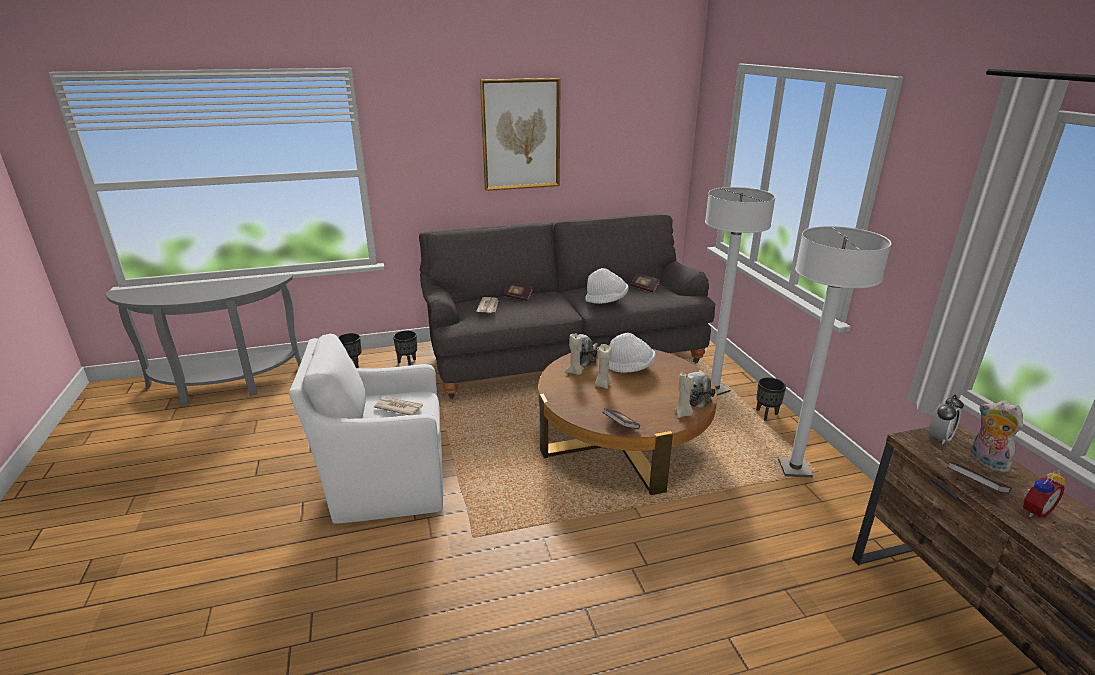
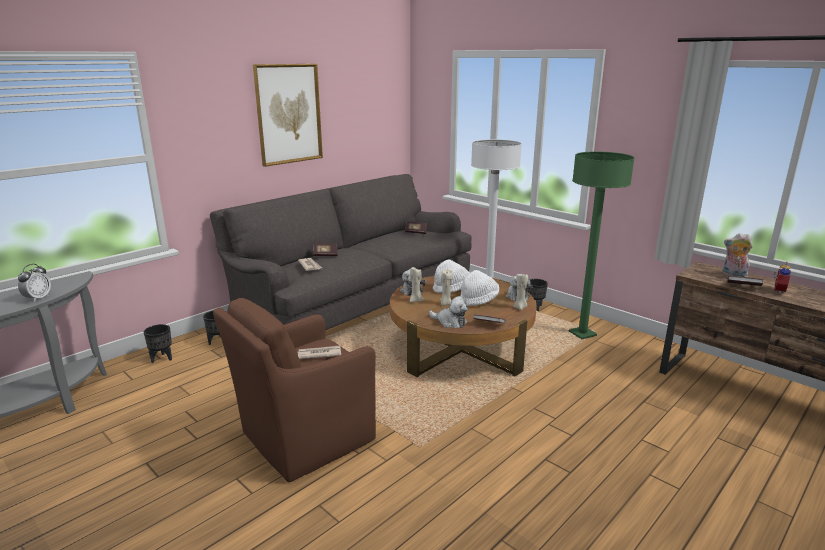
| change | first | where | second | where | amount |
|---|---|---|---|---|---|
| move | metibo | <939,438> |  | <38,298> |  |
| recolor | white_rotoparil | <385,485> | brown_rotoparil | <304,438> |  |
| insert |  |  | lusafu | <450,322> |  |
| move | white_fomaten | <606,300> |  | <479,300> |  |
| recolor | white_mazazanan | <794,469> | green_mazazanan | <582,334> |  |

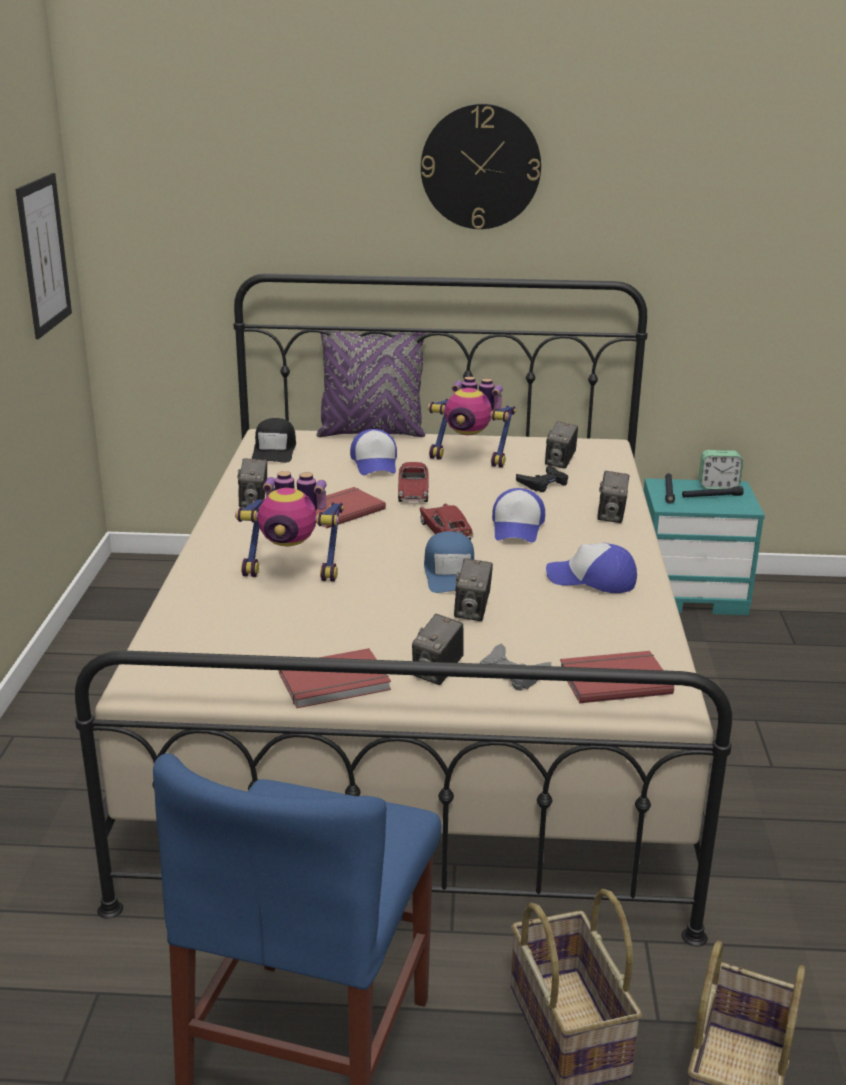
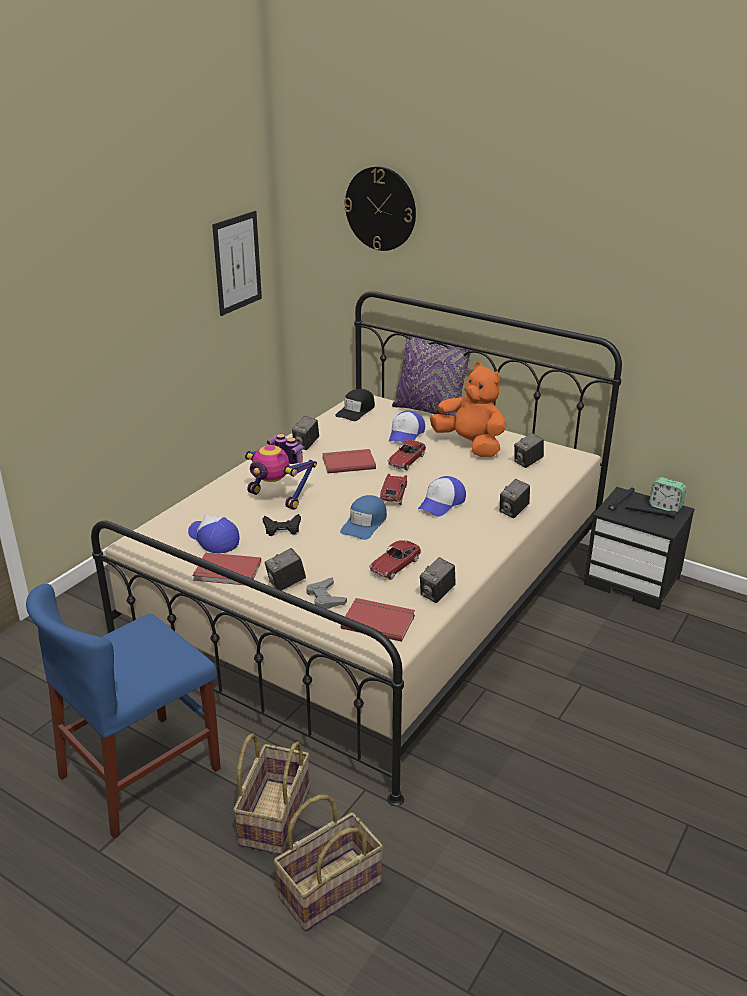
| change | first | where | second | where | amount |
|---|---|---|---|---|---|
| move | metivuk | <592,580> |  | <213,539> |  |
| move | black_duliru | <543,483> |  | <282,528> |  |
| move | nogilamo | <480,167> |  | <380,208> |  |
| insert |  |  | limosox | <395,566> |  |
| move | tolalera | <472,611> |  | <437,594> |  |
| replace | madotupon | <470,458> | orange_lusafu | <470,445> |  |
| recolor | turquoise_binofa | <692,593> | black_binofa | <633,581> |  |

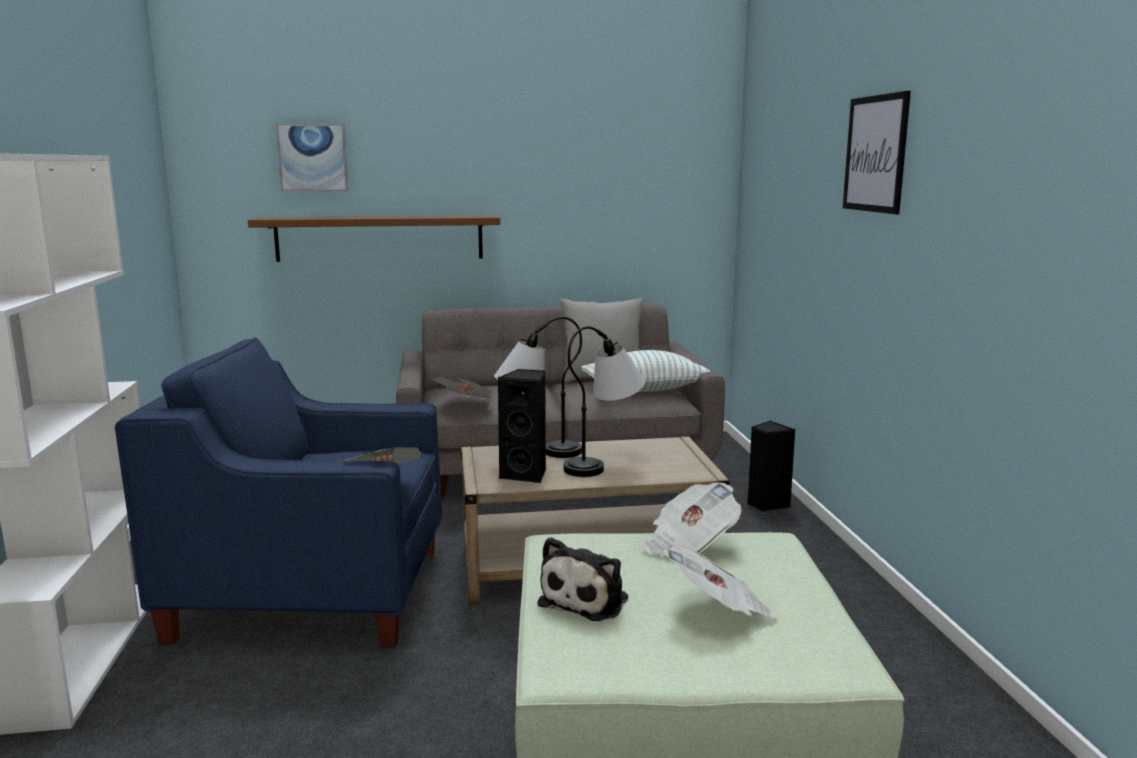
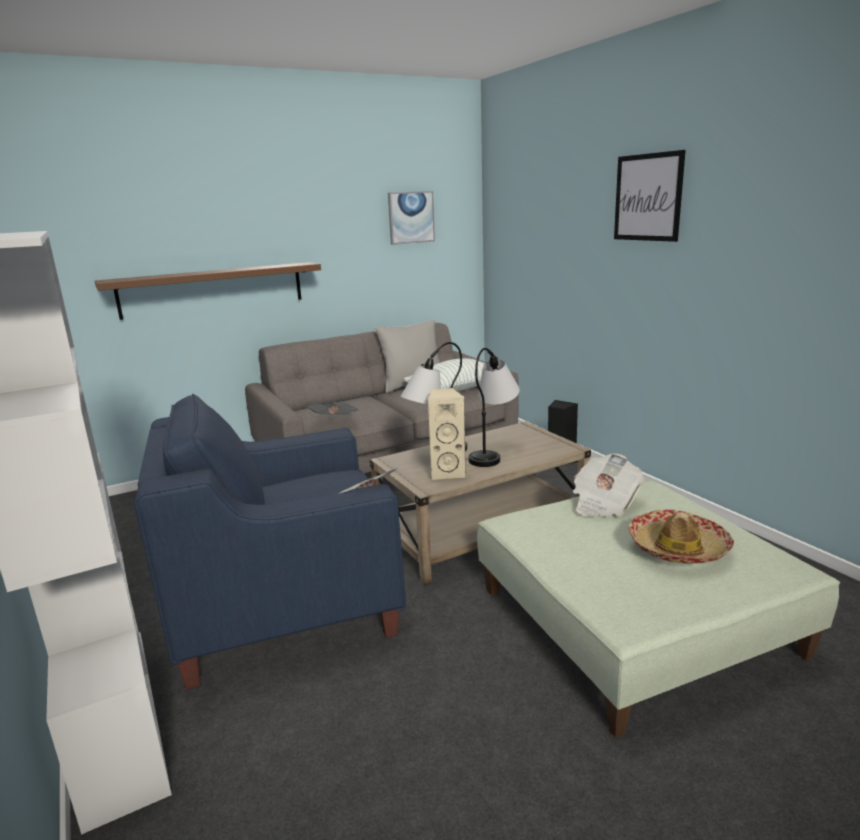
| change | first | where | second | where | amount |
|---|---|---|---|---|---|
| move | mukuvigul | <313,158> |  | <411,217> |  |
| recolor | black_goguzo | <526,474> | beige_goguzo | <447,472> |  |
| replace | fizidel | <718,609> | fomaten | <678,548> |  |
| delete | lusafu | <587,600> |  |  |  |

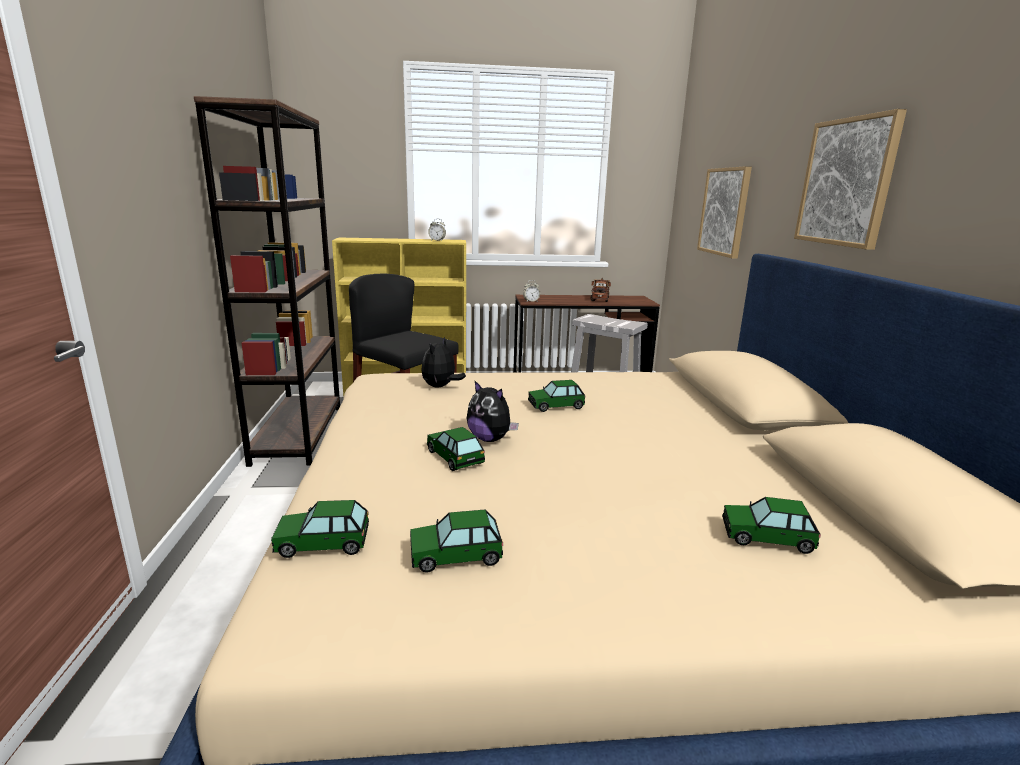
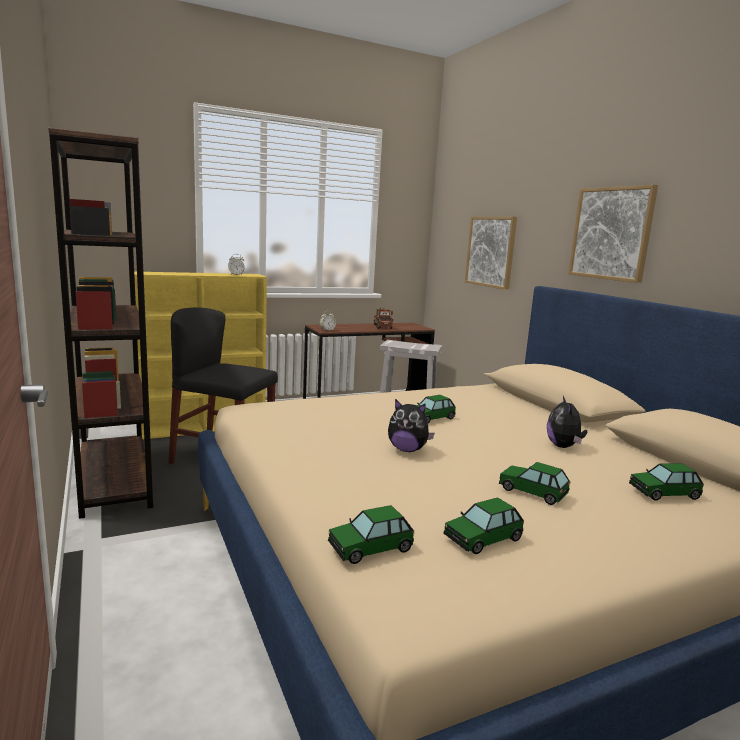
| change | first | where | second | where | amount |
|---|---|---|---|---|---|
| move | limosox | <455,457> |  | <532,491> |  |
| move | lusafu | <440,387> |  | <563,446> |  |

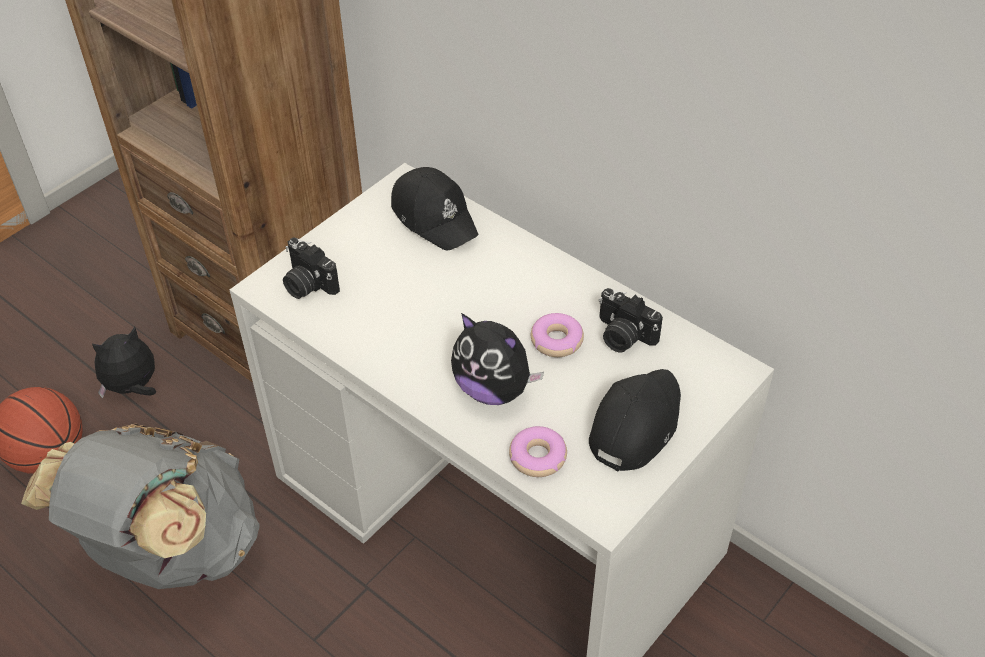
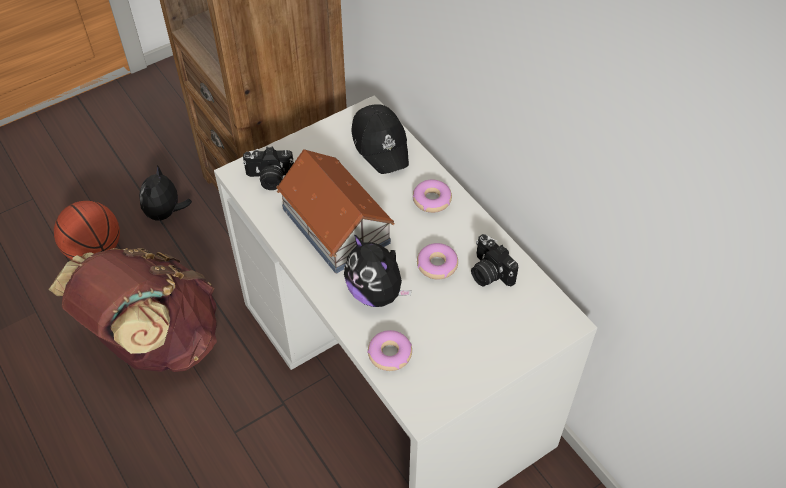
| change | first | where | second | where | amount |
|---|---|---|---|---|---|
| recolor | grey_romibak | <171,552> | brown_romibak | <156,342> |  |
| rotate | lusafu | <133,387> |  | <166,213> | 60 degrees counterclockwise |
| rotate | tolalera | <307,284> |  | <270,178> | 60 degrees counterclockwise |
| insert |  |  | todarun | <335,224> |  |
| insert |  |  | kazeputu | <431,200> |  |
| delete | black_metivuk | <634,424> |  |  |  |

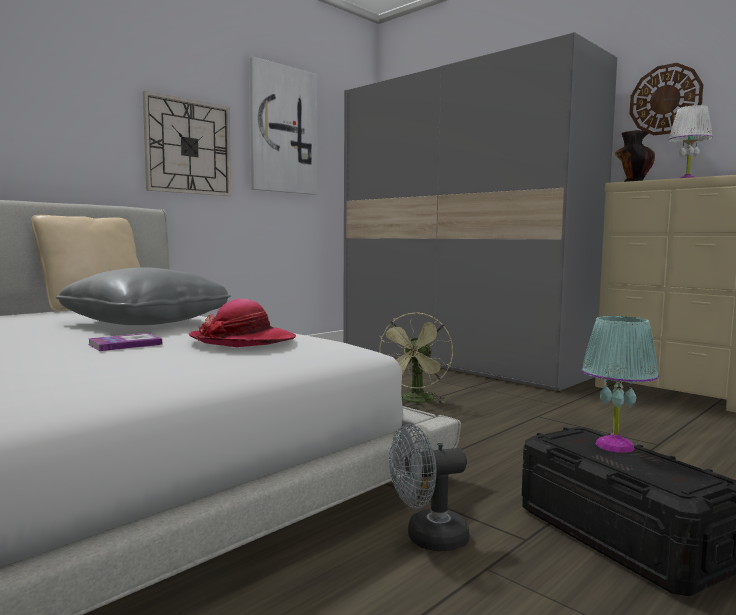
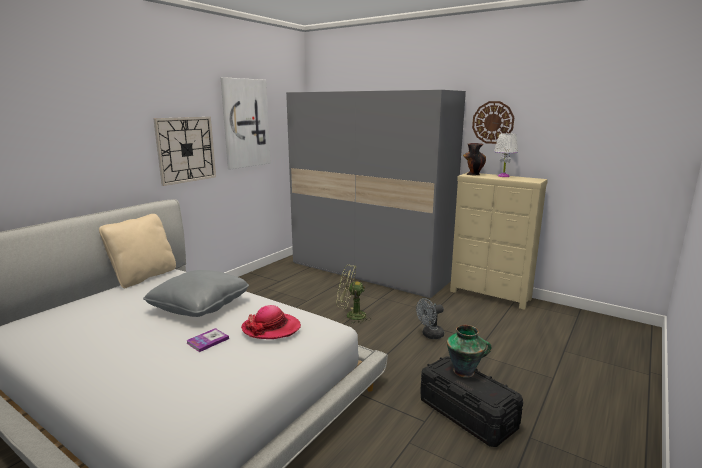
| change | first | where | second | where | amount |
|---|---|---|---|---|---|
| rotate | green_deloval | <416,401> |  | <351,316> | 90 degrees clockwise |
| move | grey_deloval | <428,539> |  | <430,335> |  |
| replace | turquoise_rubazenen | <615,446> | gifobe | <465,371> |  |

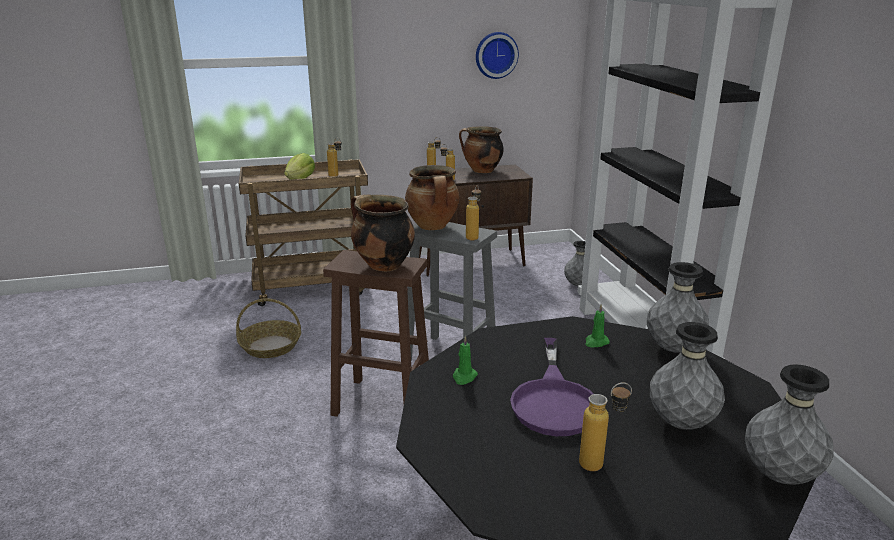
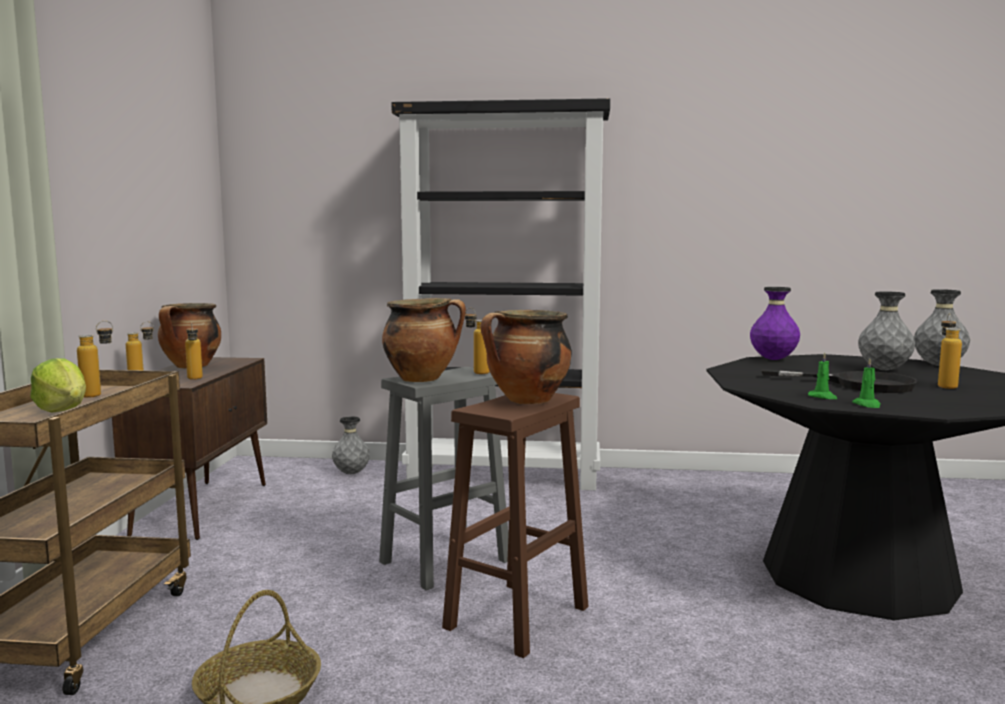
| change | first | where | second | where | amount |
|---|---|---|---|---|---|
| recolor | grey_gifobe | <673,349> | purple_gifobe | <773,359> |  |
| recolor | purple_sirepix | <554,400> | black_sirepix | <858,384> |  |
| move | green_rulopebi | <596,342> |  | <867,405> |  |
| delete | nogilamo | <495,55> |  |  |  |

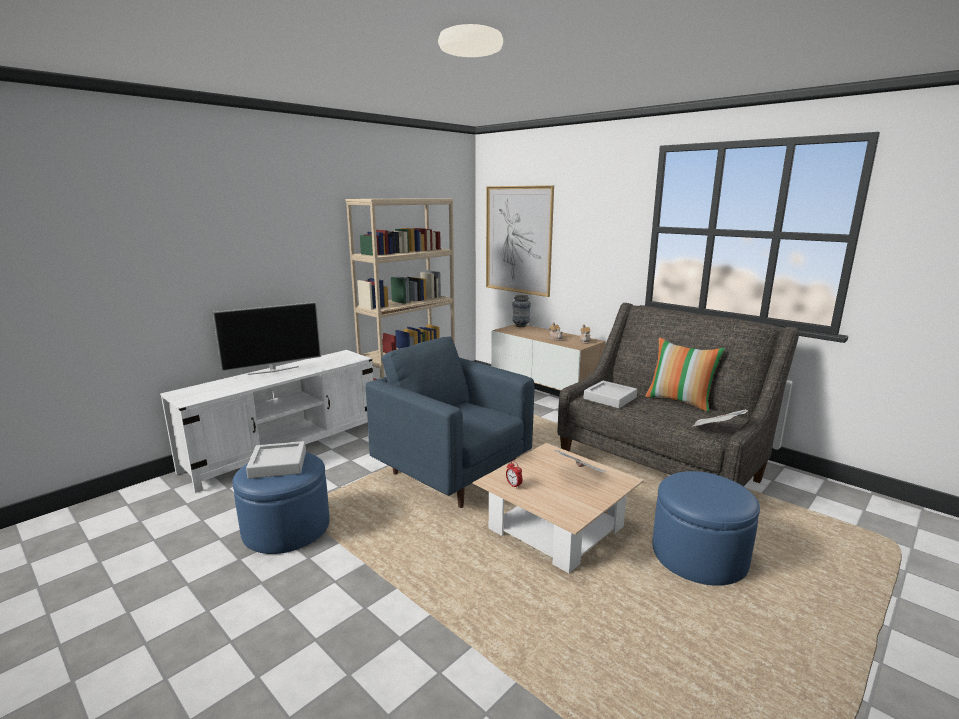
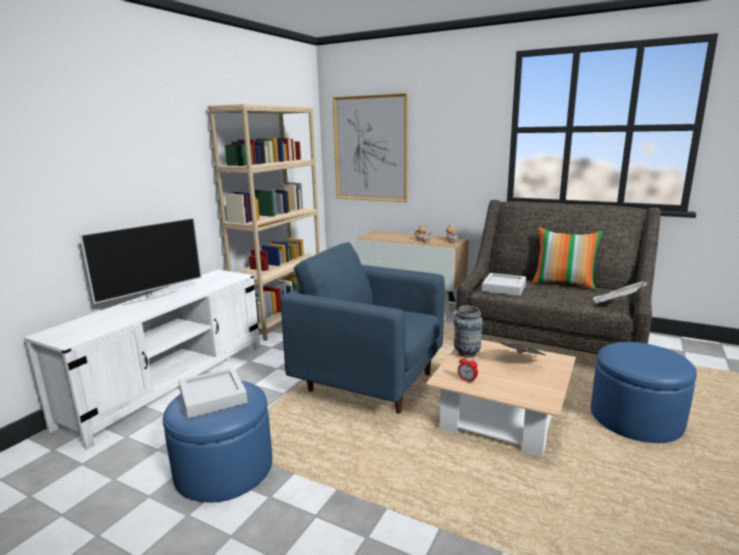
| change | first | where | second | where | amount |
|---|---|---|---|---|---|
| move | gifobe | <520,326> |  | <467,354> |  |

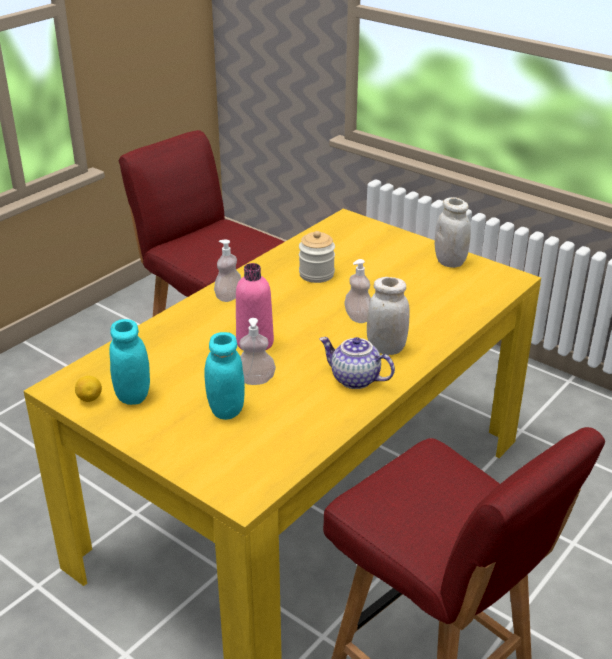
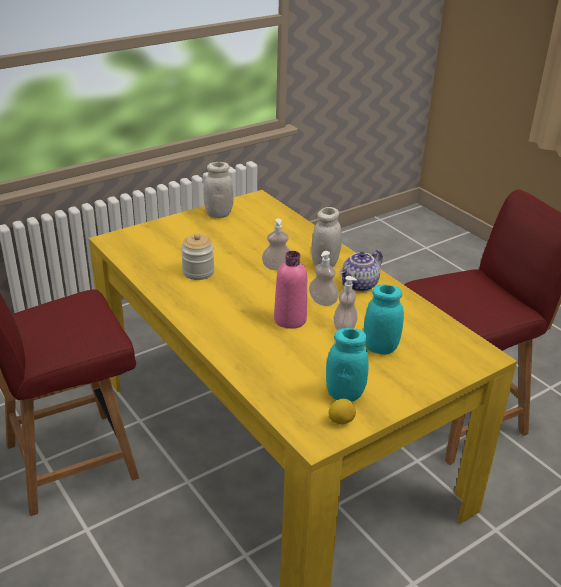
| change | first | where | second | where | amount |
|---|---|---|---|---|---|
| move | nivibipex | <228,296> |  | <323,301> |  |

